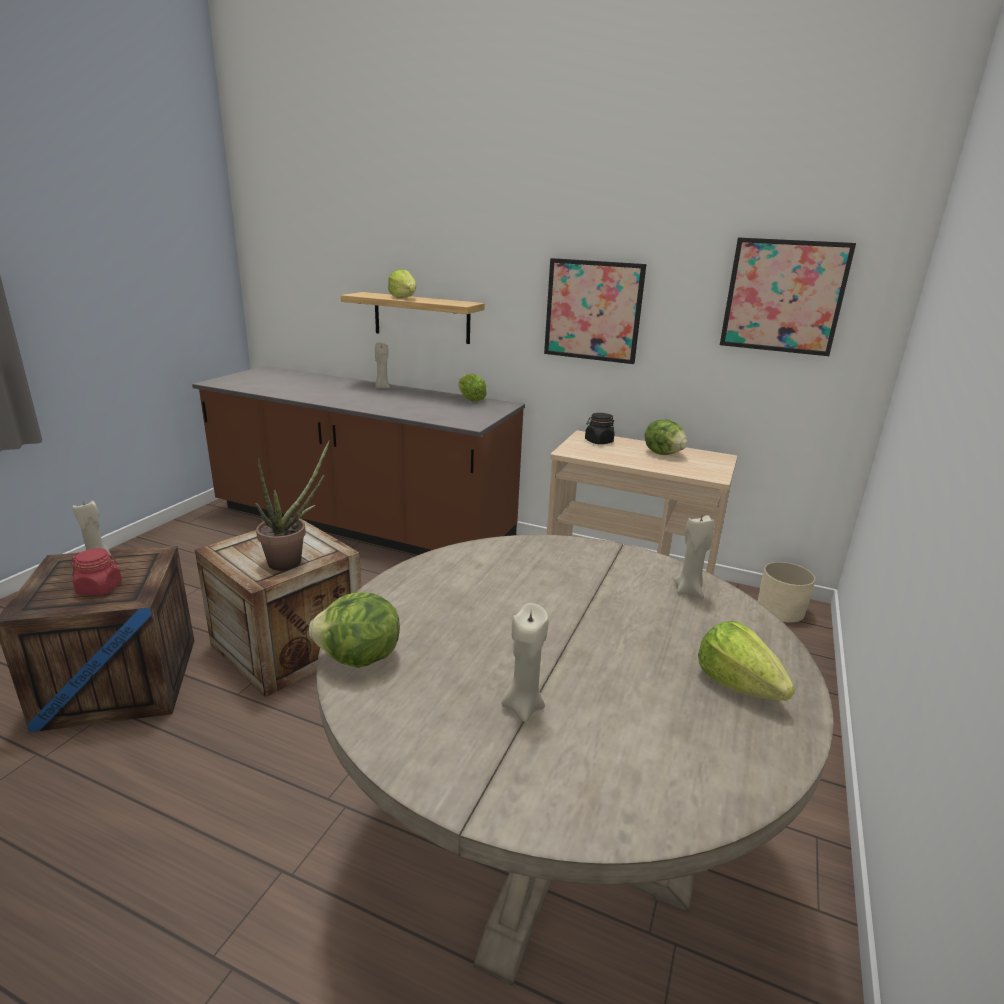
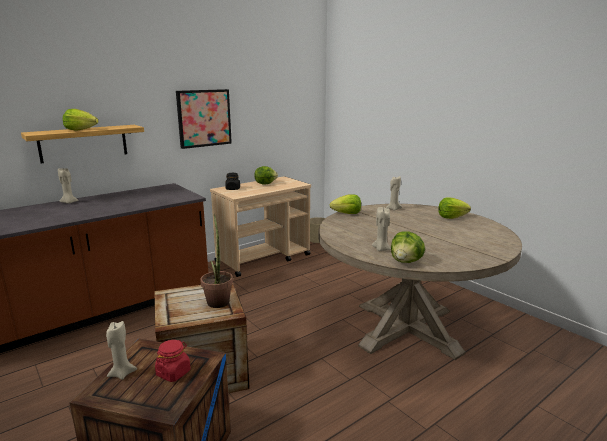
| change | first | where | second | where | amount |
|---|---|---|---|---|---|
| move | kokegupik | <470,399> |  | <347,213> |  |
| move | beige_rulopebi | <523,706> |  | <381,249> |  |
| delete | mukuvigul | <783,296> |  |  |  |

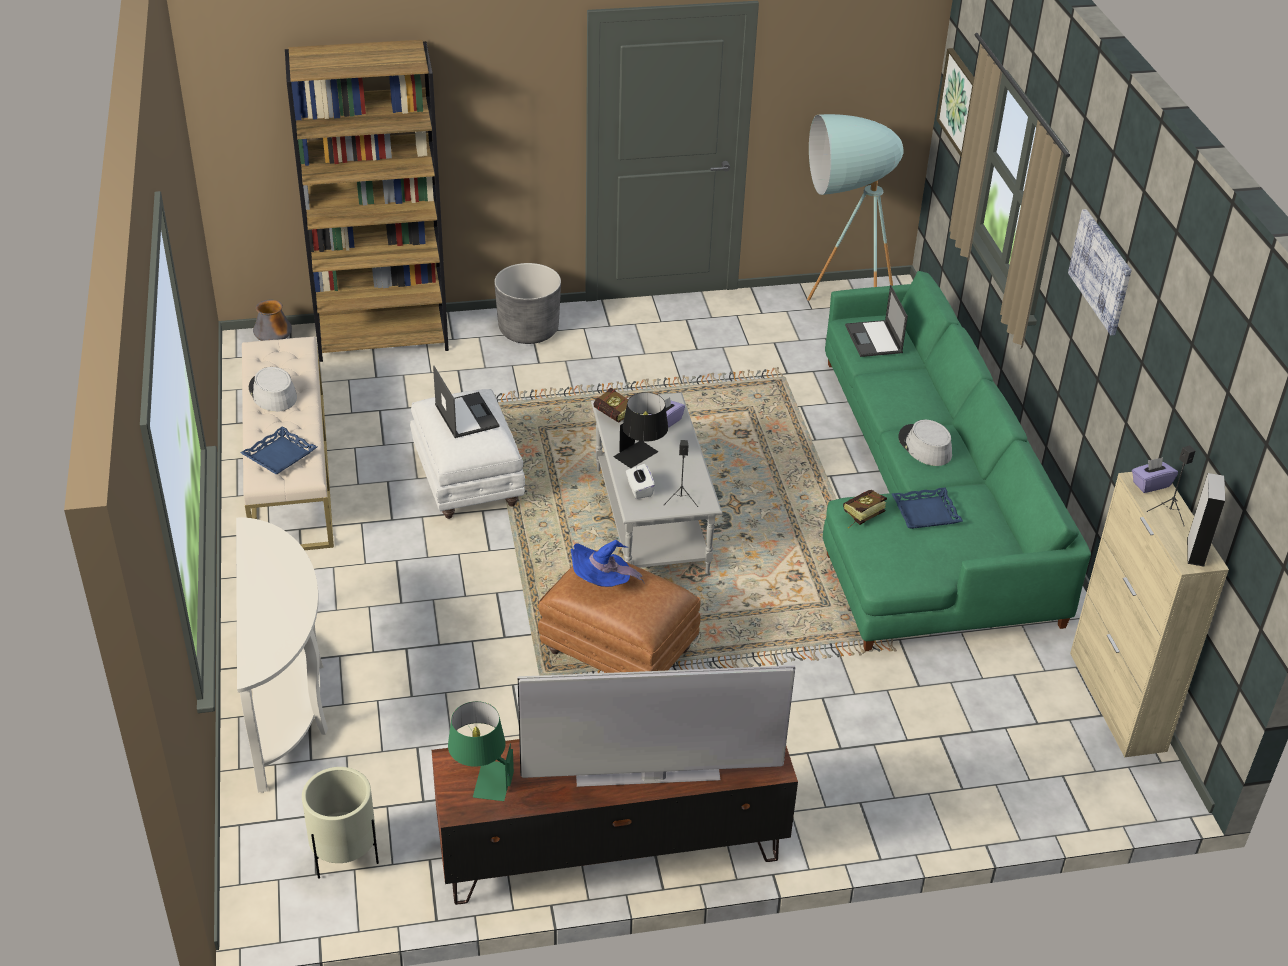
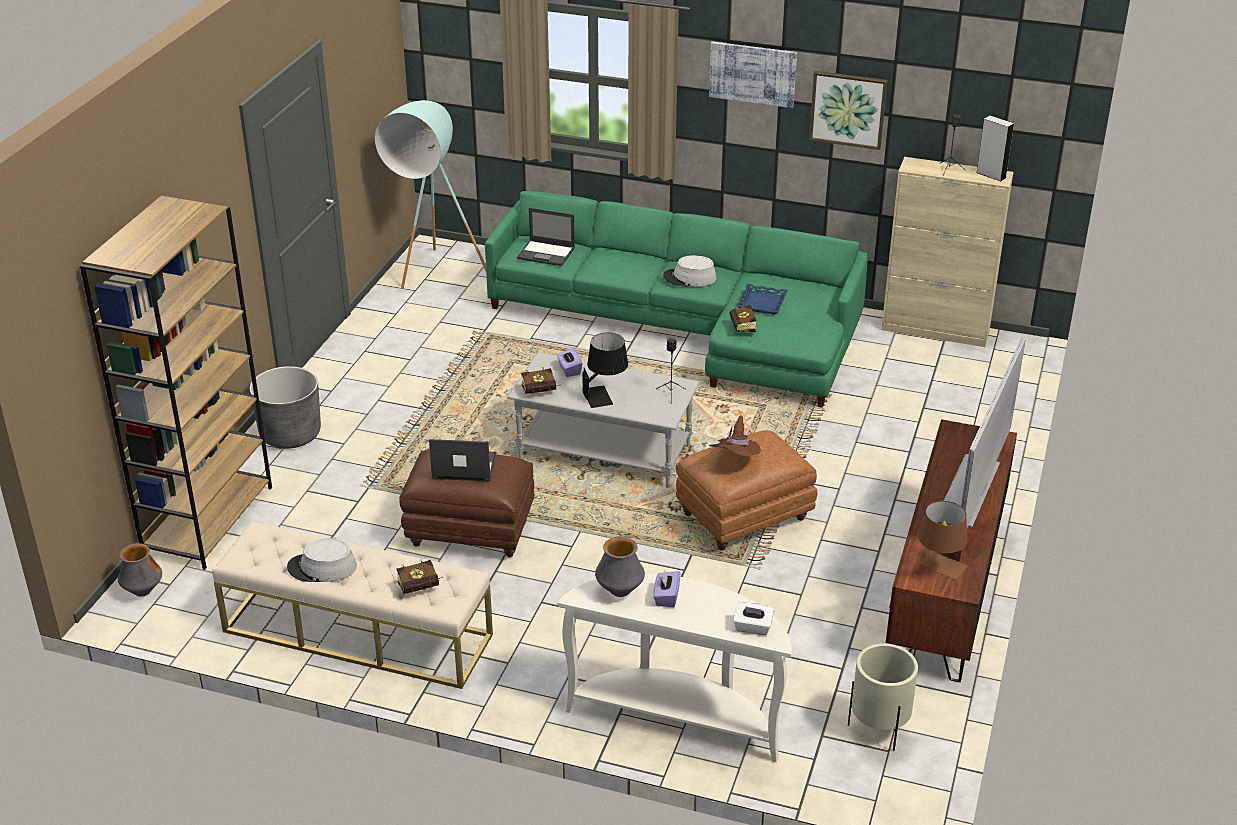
| change | first | where | second | where | amount |
|---|---|---|---|---|---|
| replace | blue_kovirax | <279,455> | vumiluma | <423,587> |  |
| recolor | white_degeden | <467,480> | brown_degeden | <469,531> |  |
| insert |  |  | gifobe | <620,591> |  |
| move | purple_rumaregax | <1150,484> |  | <666,597> |  |
| recolor | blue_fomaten | <602,583> | brown_fomaten | <736,462> |  |
| move | white_rumaregax | <639,489> |  | <752,628> |  |
| move | mukuvigul | <960,102> |  | <848,109> |  |
| recolor | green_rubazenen | <482,779> | brown_rubazenen | <939,570> |  |

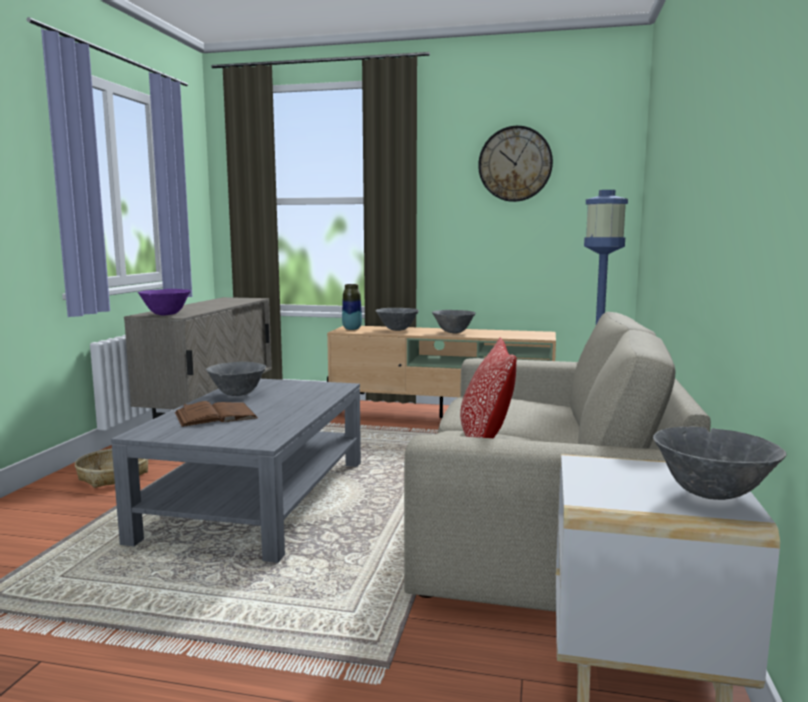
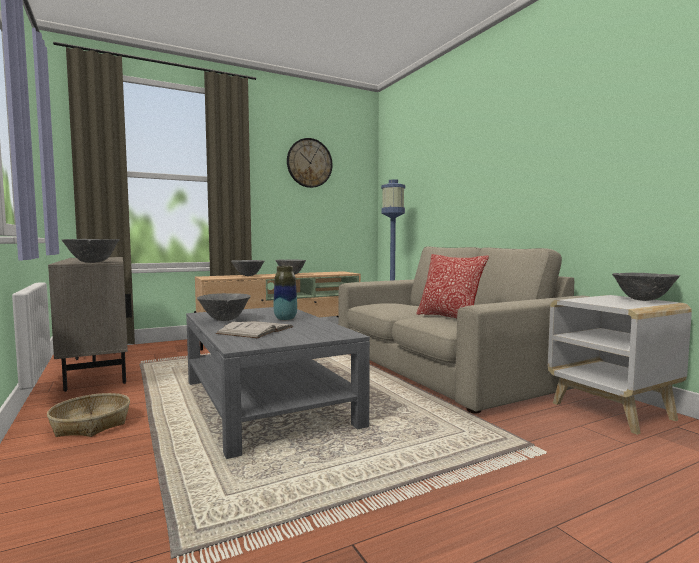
| change | first | where | second | where | amount |
|---|---|---|---|---|---|
| recolor | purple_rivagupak | <166,315> | grey_rivagupak | <93,262> |  |
| recolor | brown_vumiluma | <215,415> | white_vumiluma | <256,330> |  |
| move | gifobe | <352,329> |  | <285,319> |  |

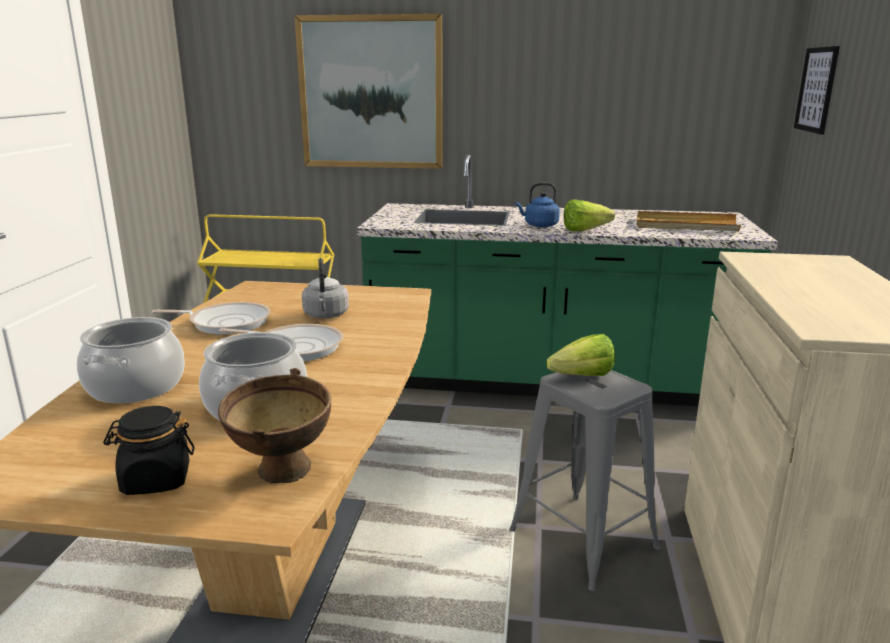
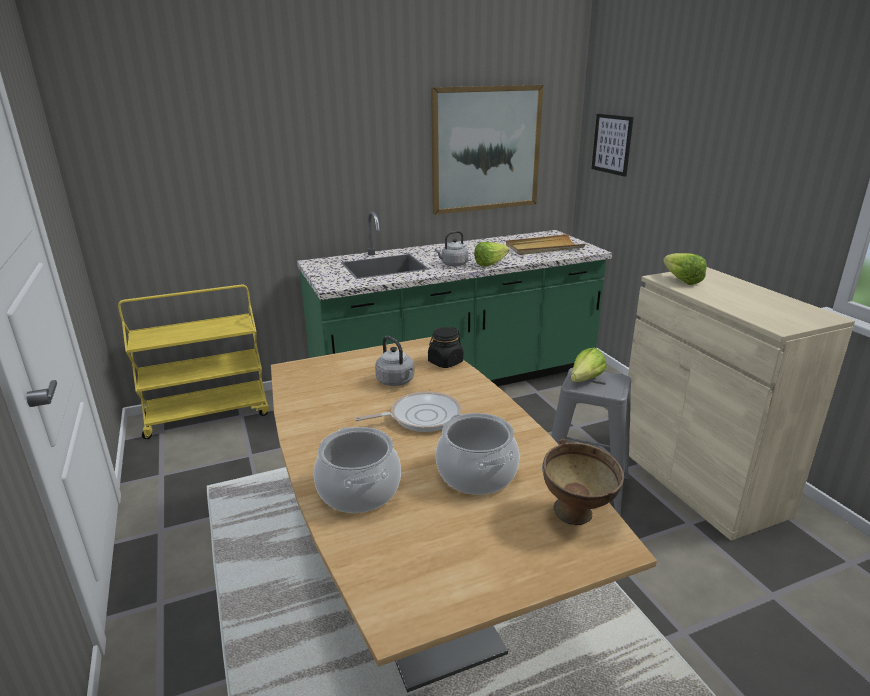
| change | first | where | second | where | amount |
|---|---|---|---|---|---|
| move | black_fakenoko | <155,480> |  | <445,362> |  |
| move | mukuvigul | <371,93> |  | <486,149> |  |
| recolor | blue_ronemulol | <539,225> | grey_ronemulol | <453,264> |  |
| insert |  |  | kokegupik | <680,279> |  |
| delete | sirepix | <226,323> |  |  |  |

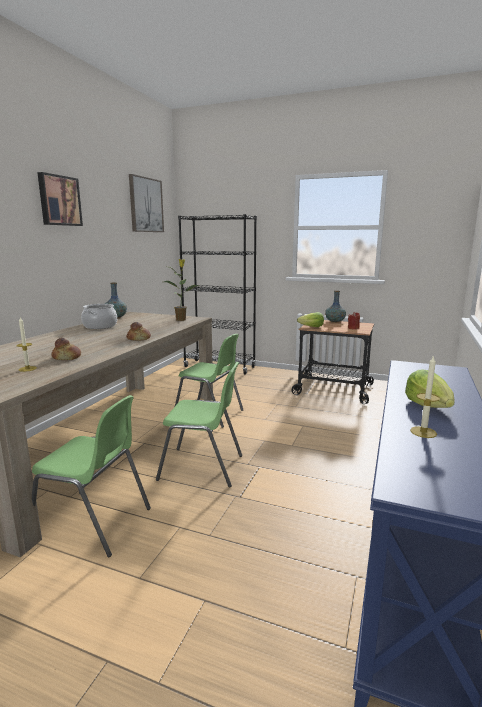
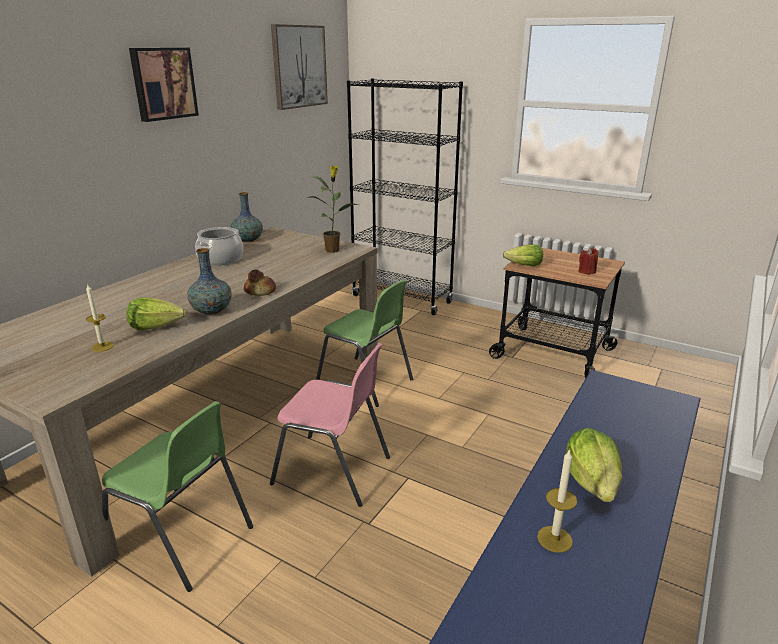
| change | first | where | second | where | amount |
|---|---|---|---|---|---|
| replace | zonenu | <67,357> | kokegupik | <156,326> |  |
| move | gifobe | <334,321> |  | <212,311> |  |
| recolor | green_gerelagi | <203,467> | pink_gerelagi | <333,471> |  |

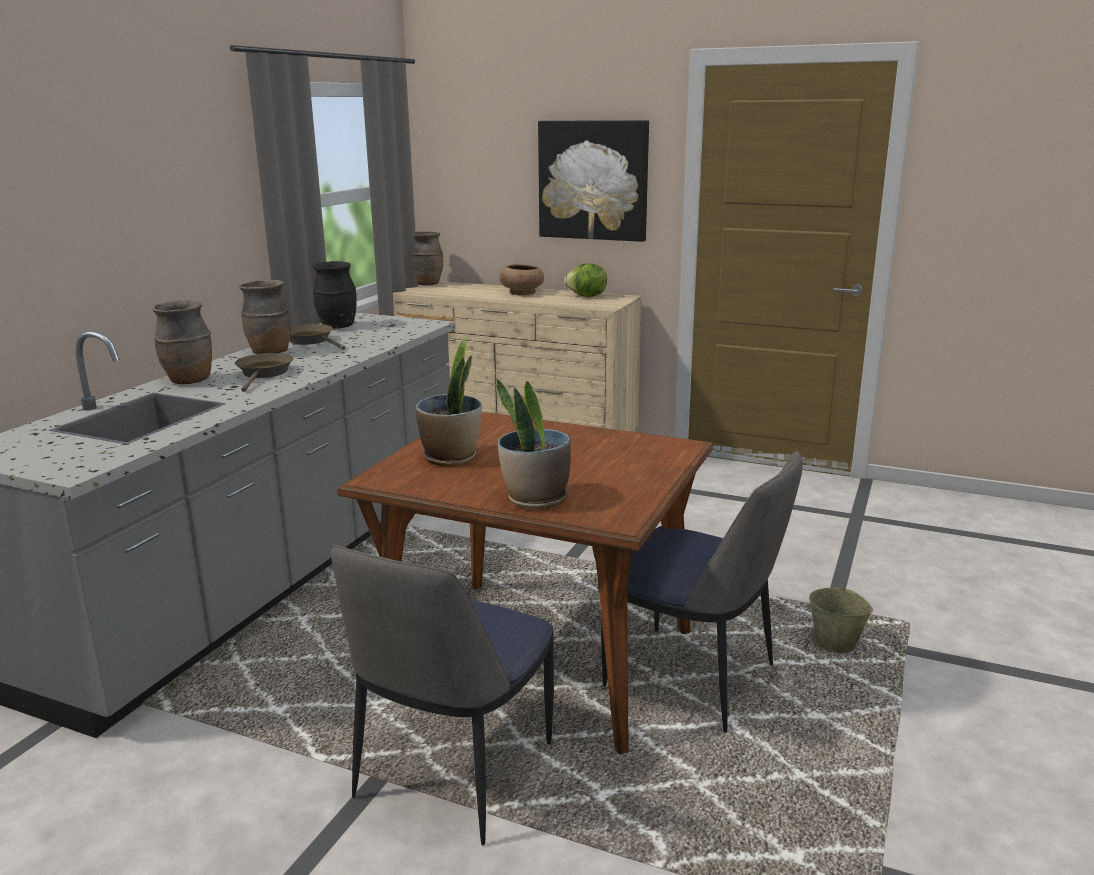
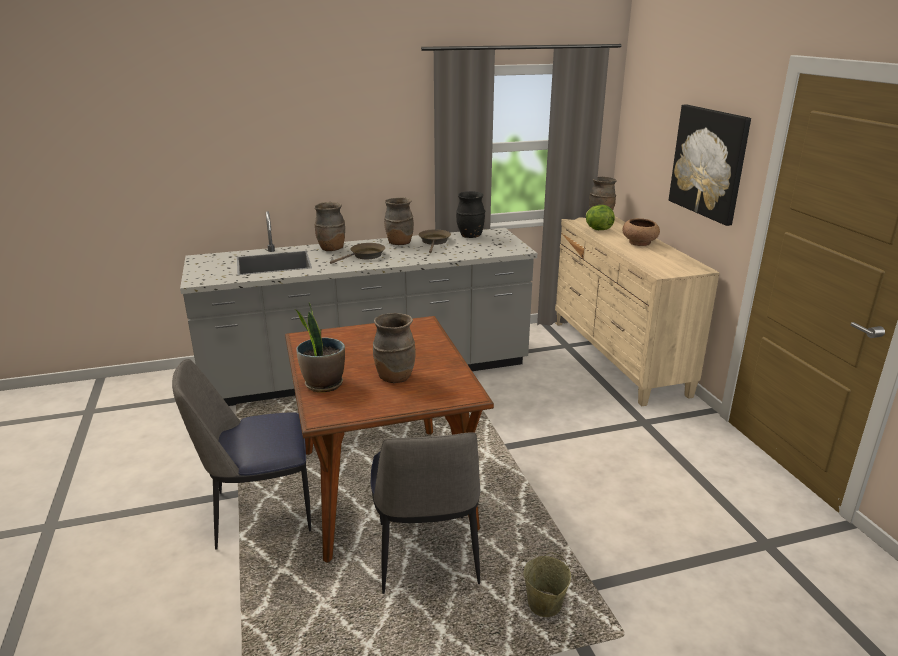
| change | first | where | second | where | amount |
|---|---|---|---|---|---|
| insert |  |  | brown_gifobe | <394,377> |  |
| move | kokegupik | <587,297> |  | <597,229> |  |
| delete | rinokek | <451,458> |  |  |  |

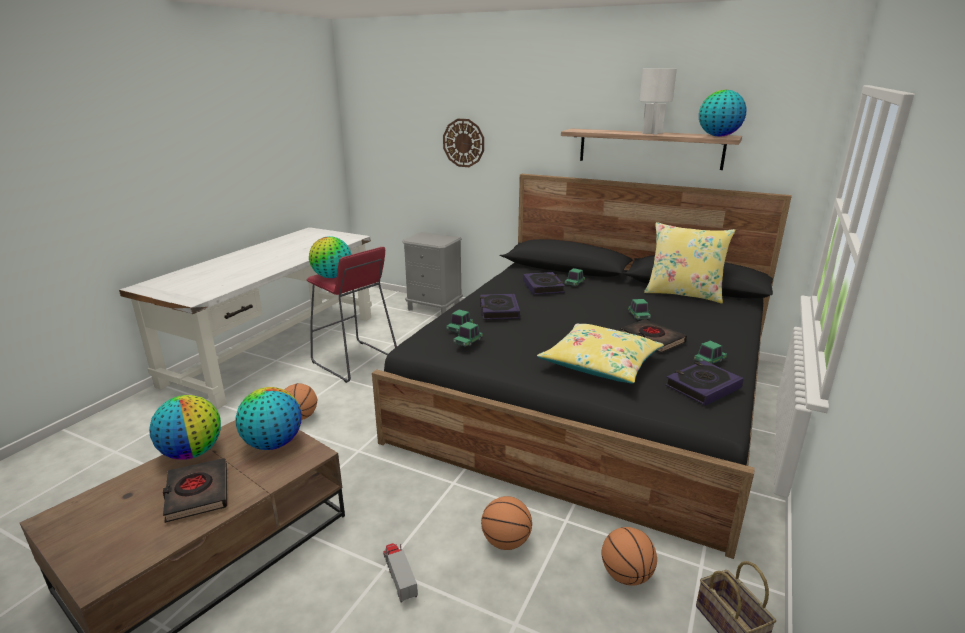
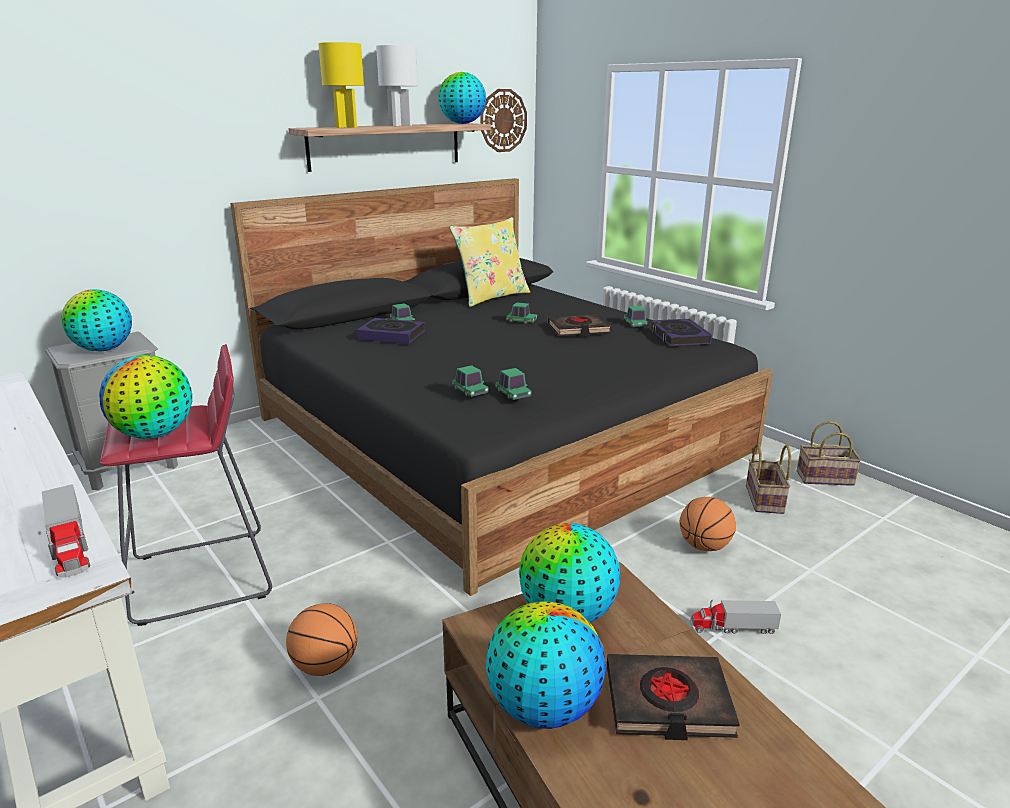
| change | first | where | second | where | amount |
|---|---|---|---|---|---|
| insert |  |  | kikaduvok | <69,545> |  |
| insert |  |  | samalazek | <104,349> |  |
| insert |  |  | yellow_rubazenen | <346,127> |  |
| move | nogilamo | <463,143> |  | <503,120> |  |
| replace | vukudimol | <626,575> | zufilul | <765,500> |  |
| delete | vumiluma | <498,310> |  |  |  |
| delete | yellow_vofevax | <600,364> |  |  |  |

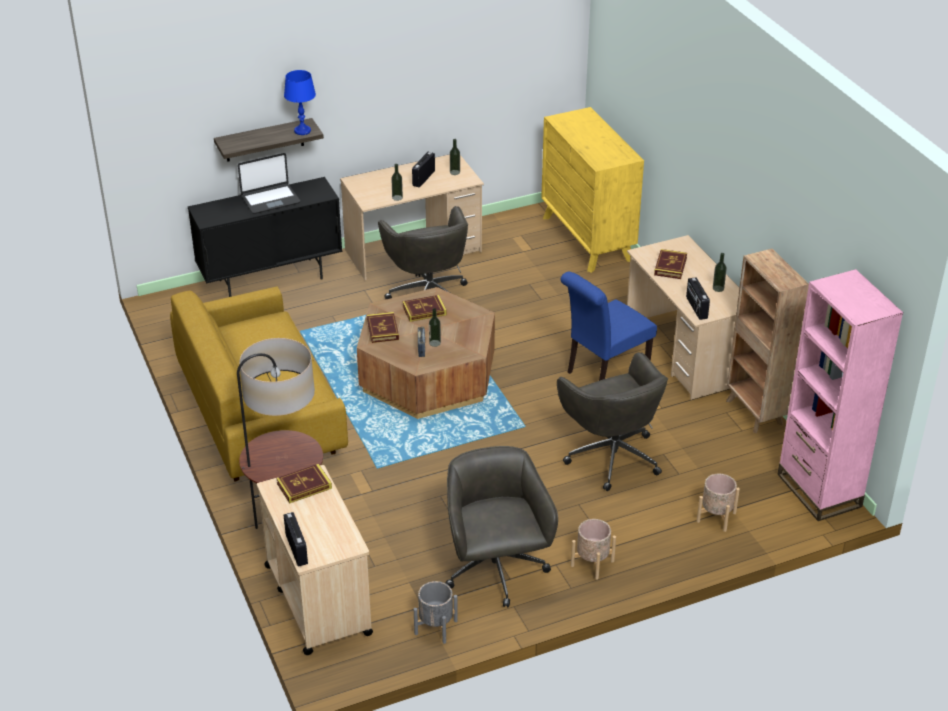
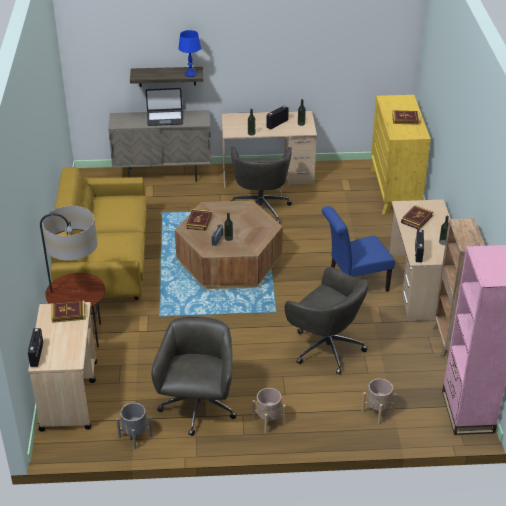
| change | first | where | second | where | amount |
|---|---|---|---|---|---|
| recolor | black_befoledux | <271,279> | beige_befoledux | <163,175> |  |
| rotate | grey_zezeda | <611,455> |  | <326,347> | 45 degrees counterclockwise |
| move | vumiluma | <424,310> |  | <406,119> |  |

